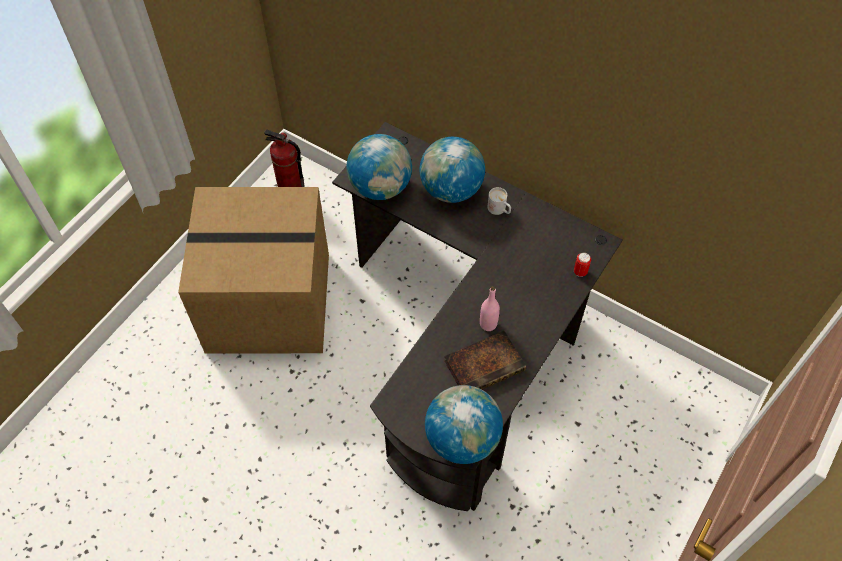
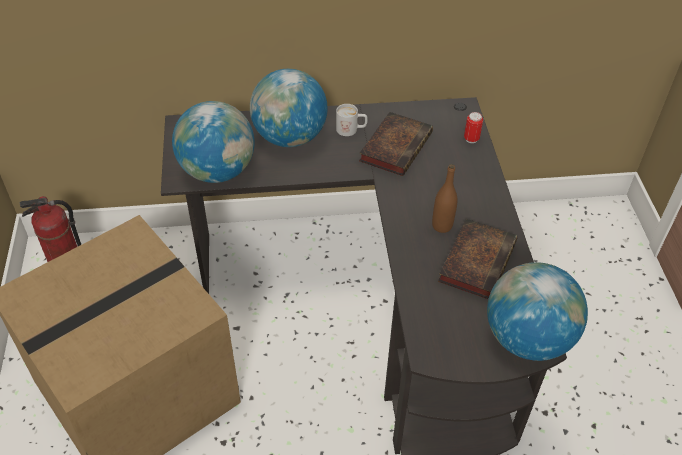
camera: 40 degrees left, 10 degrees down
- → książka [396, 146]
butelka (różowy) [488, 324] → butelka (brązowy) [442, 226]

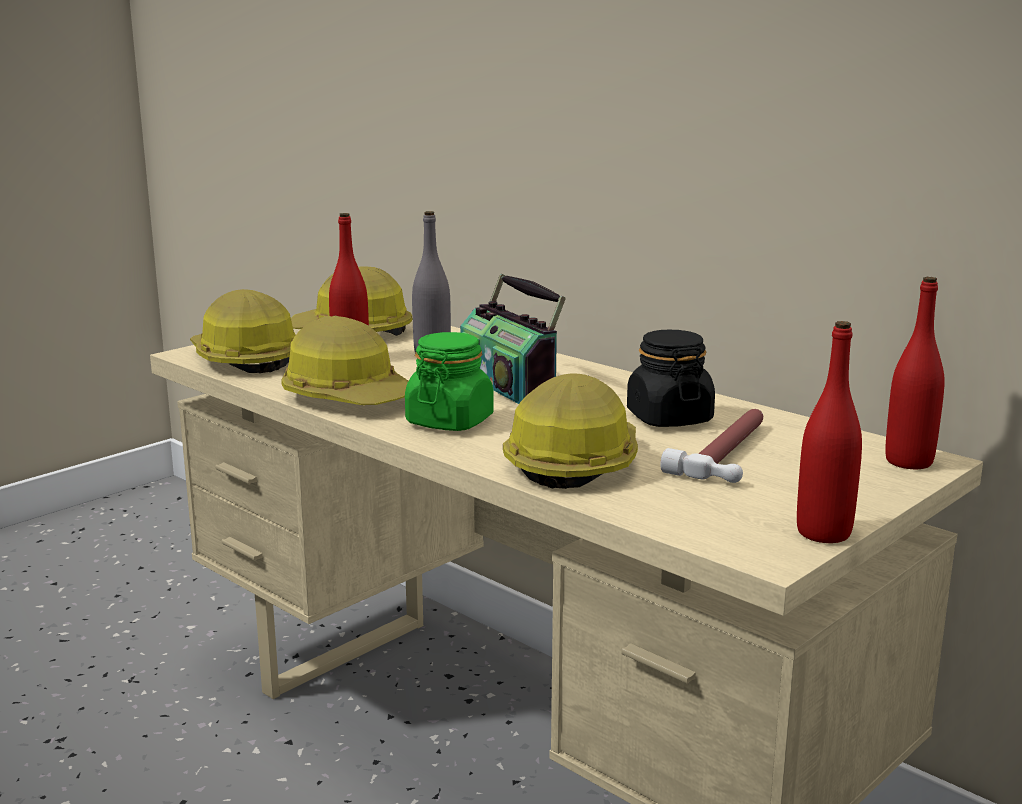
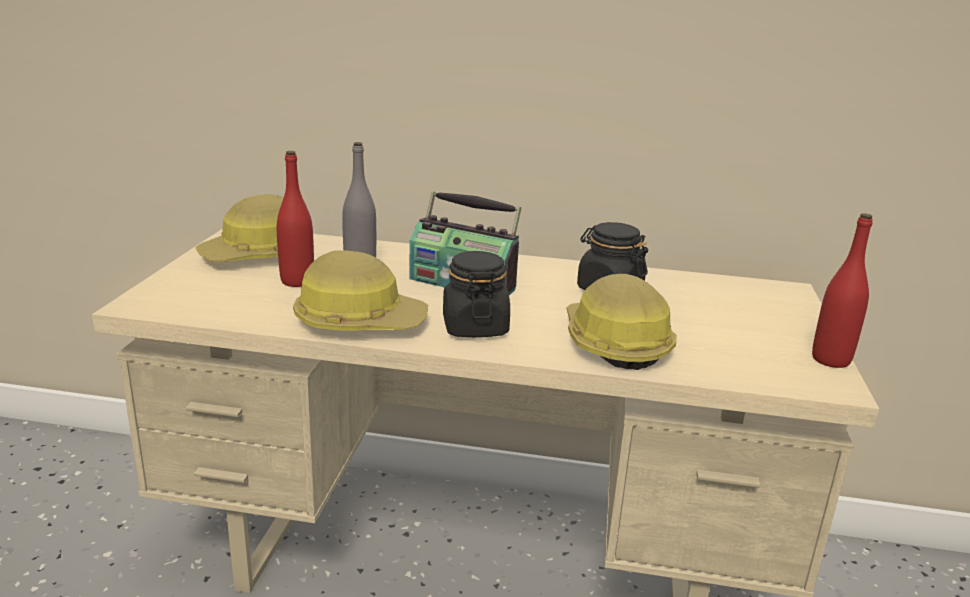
camera: 35 degrees left, 5 degrees up
słoik (zielony) [450, 421] → słoik (czarny) [474, 327]
kask [244, 359] → -
młotek [730, 452] → -
butelka (czerwony) [909, 462] → -

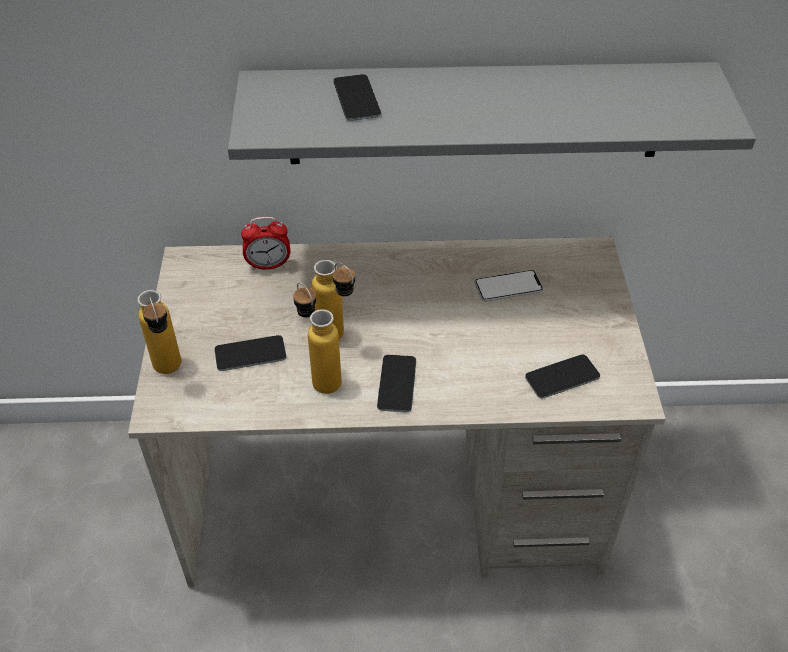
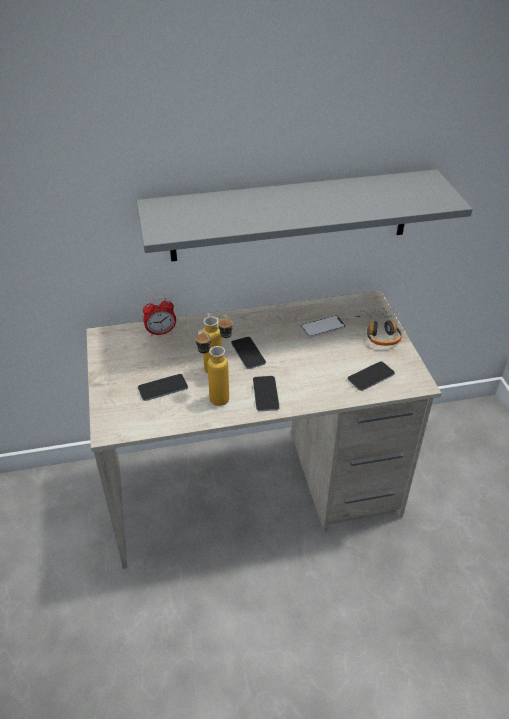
camera: 10 degrees left, 5 degrees down
telefon [356, 98] → telefon [248, 353], moved
- → słuchawki [380, 331]
butelka [170, 373] → -

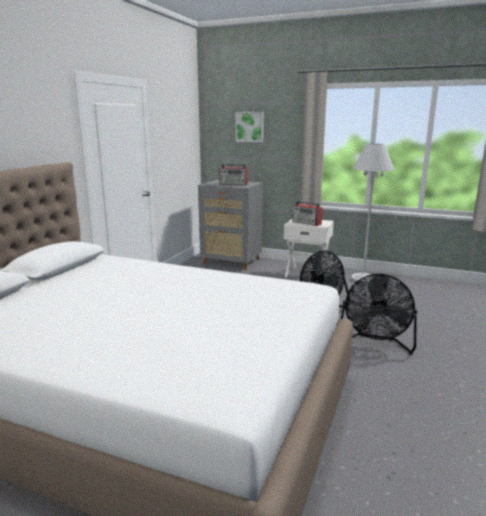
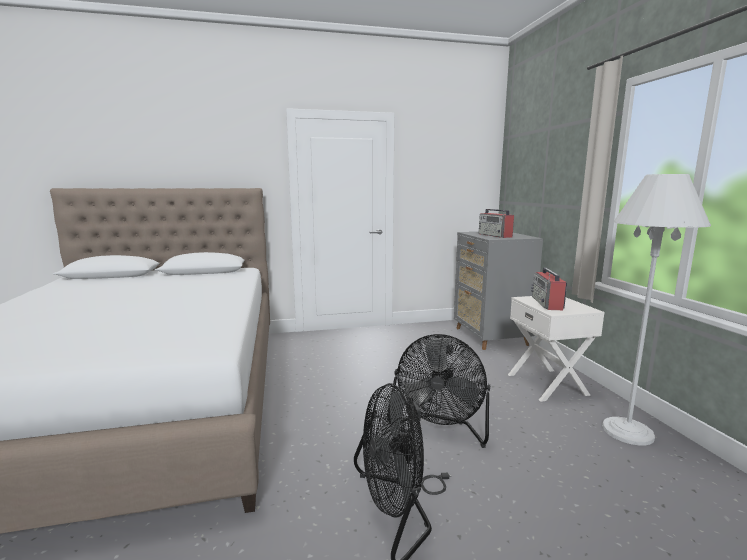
camera: 55 degrees right, 5 degrees down
obraz [250, 126] → -

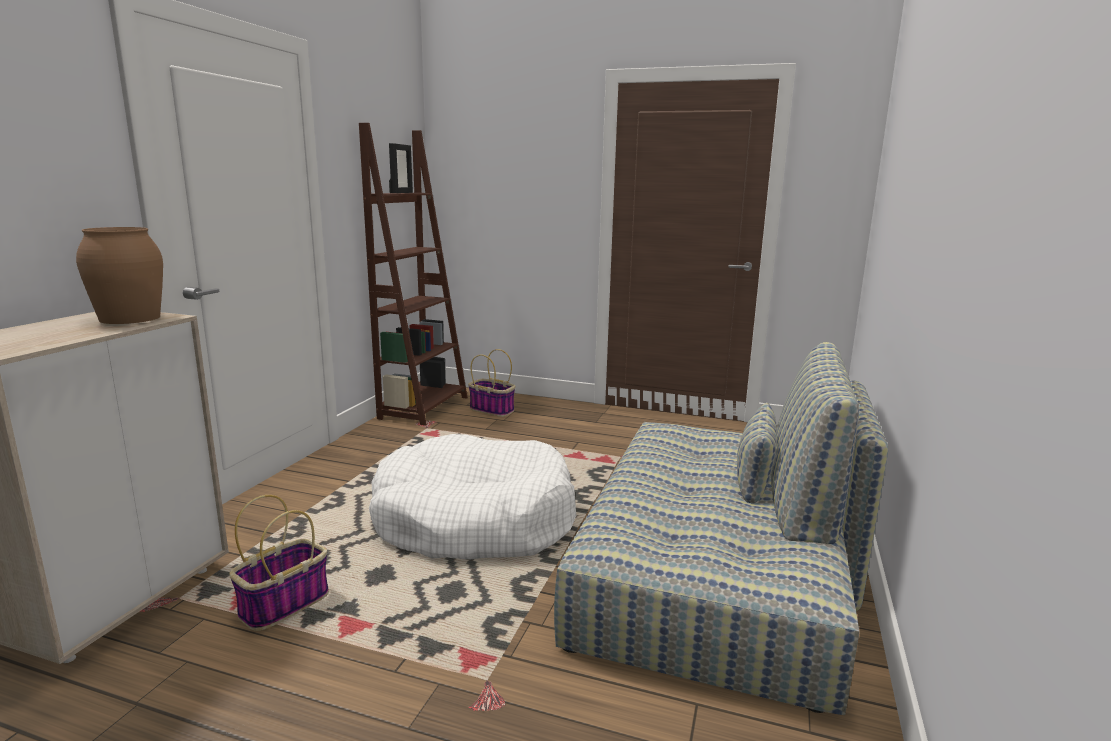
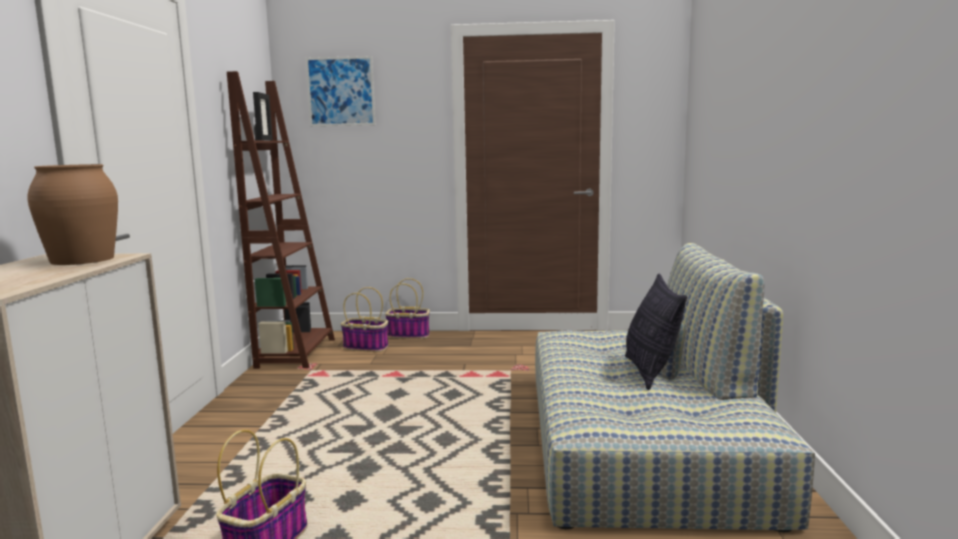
camera: 15 degrees left, 5 degrees down
- → obraz [341, 91]
- → koszyk [409, 335]
- → poduszka [650, 372]
legowisko (biały) [474, 520] → -

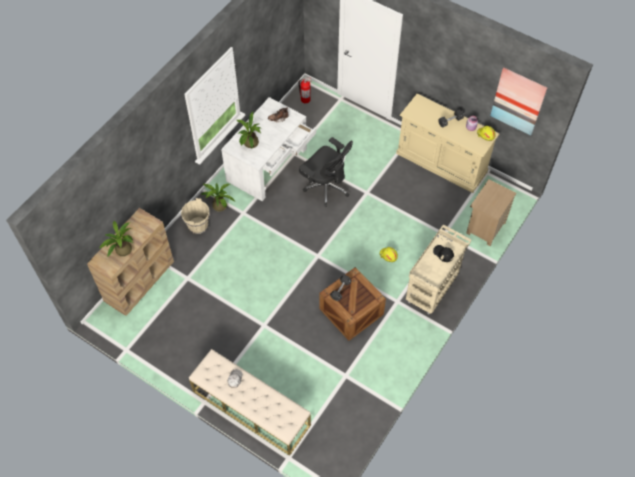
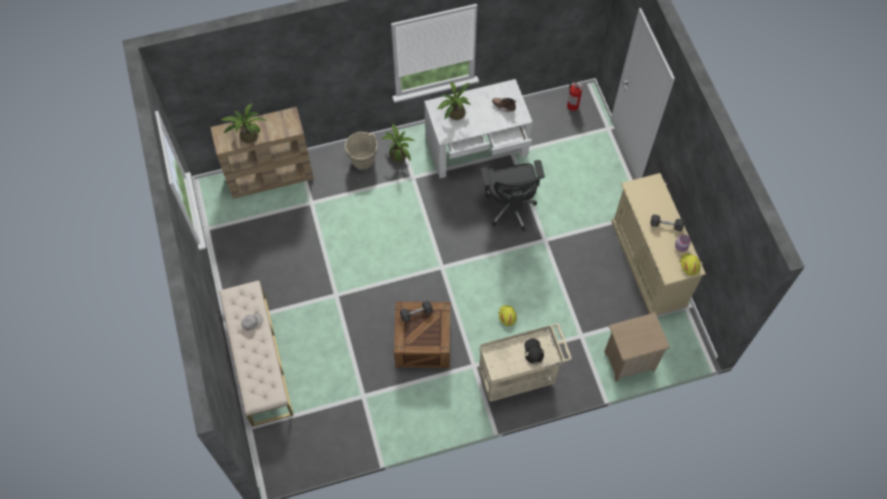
camera: 40 degrees right, 5 degrees up
obraz [518, 101] → -

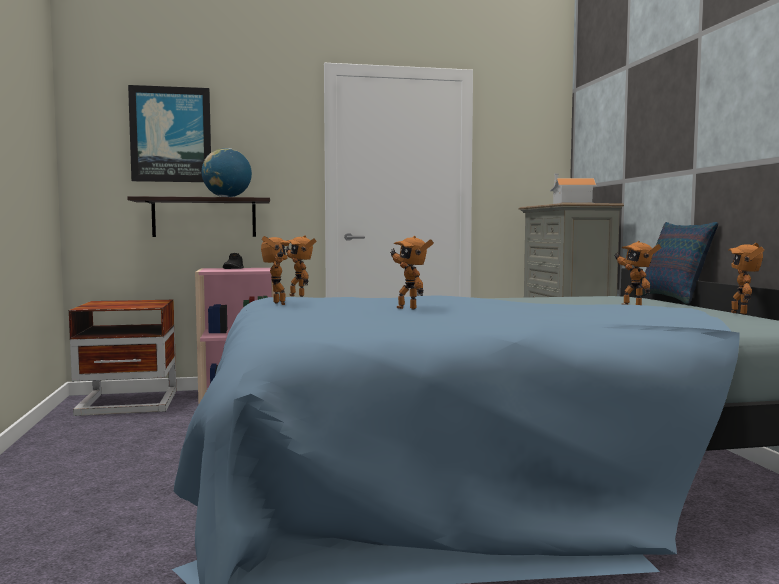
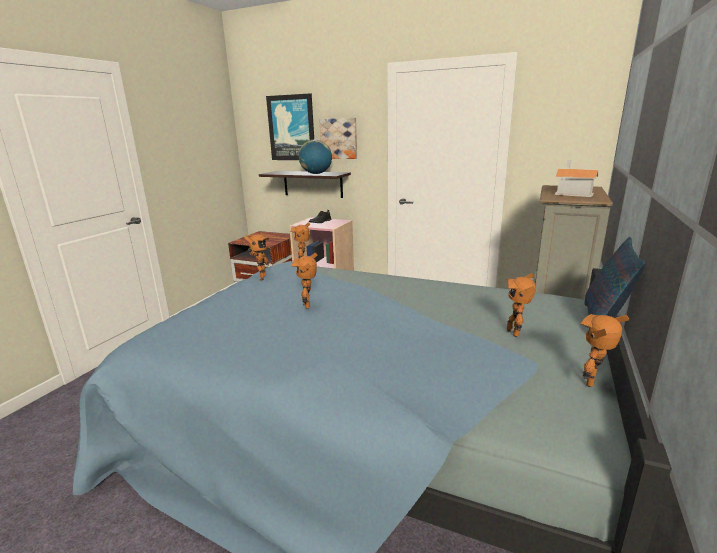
camera: 35 degrees right, 15 degrees up
- → obraz [339, 138]

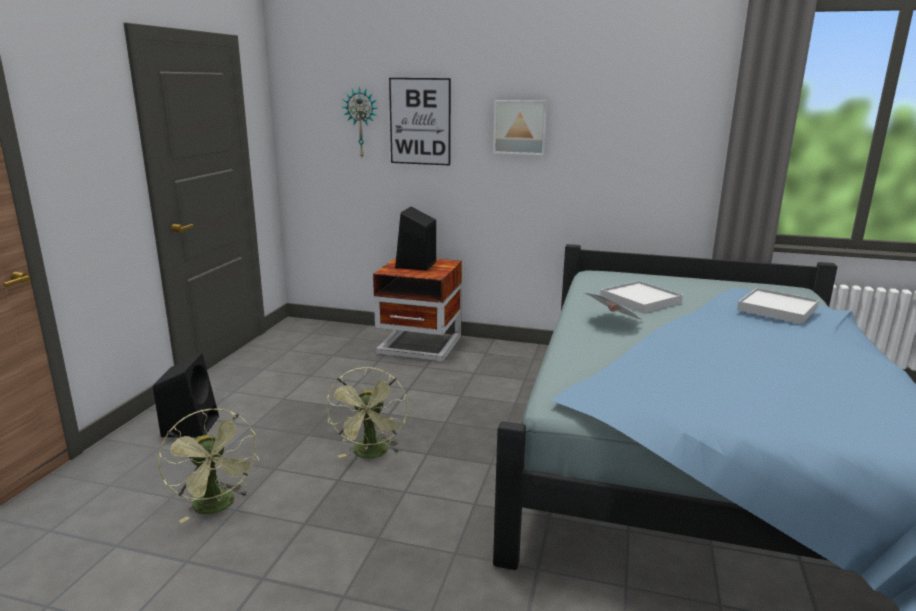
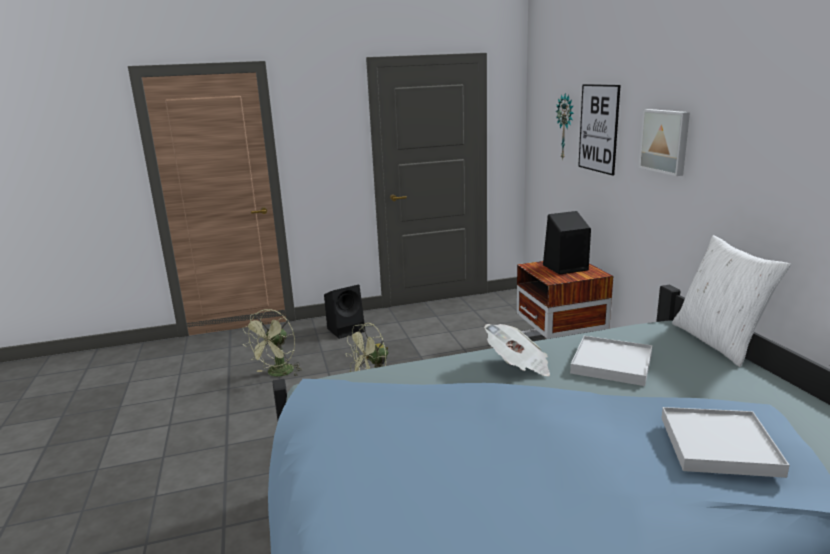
camera: 60 degrees right, 0 degrees up
- → poduszka (biały) [718, 341]

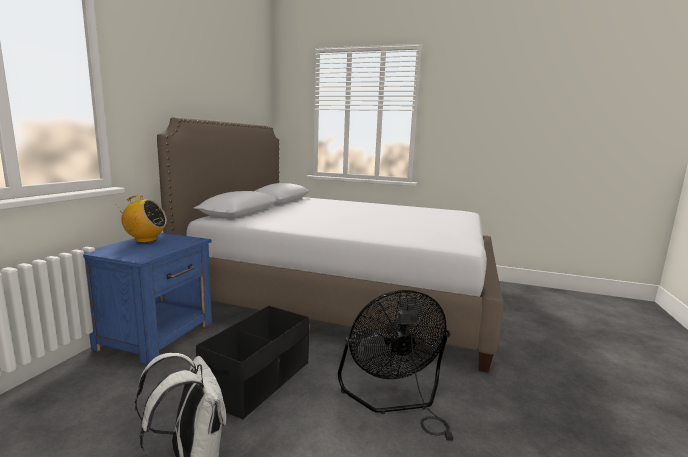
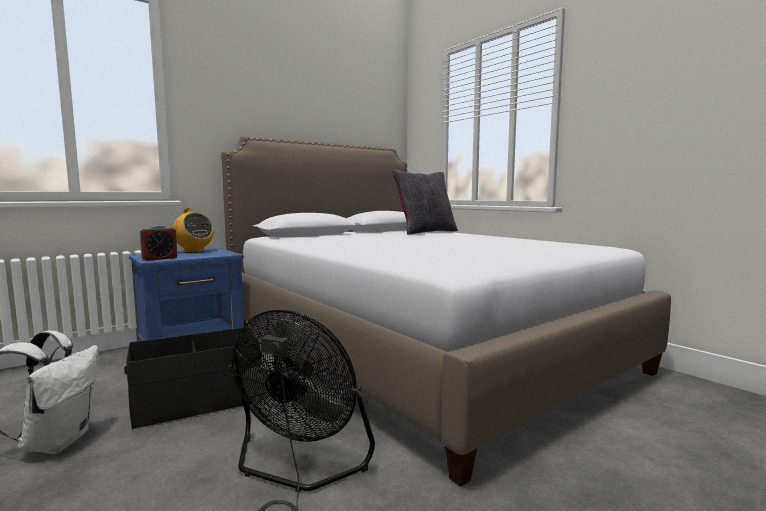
camera: 35 degrees right, 5 degrees down
- → budzik [159, 258]
- → poduszka (czarny) [426, 232]

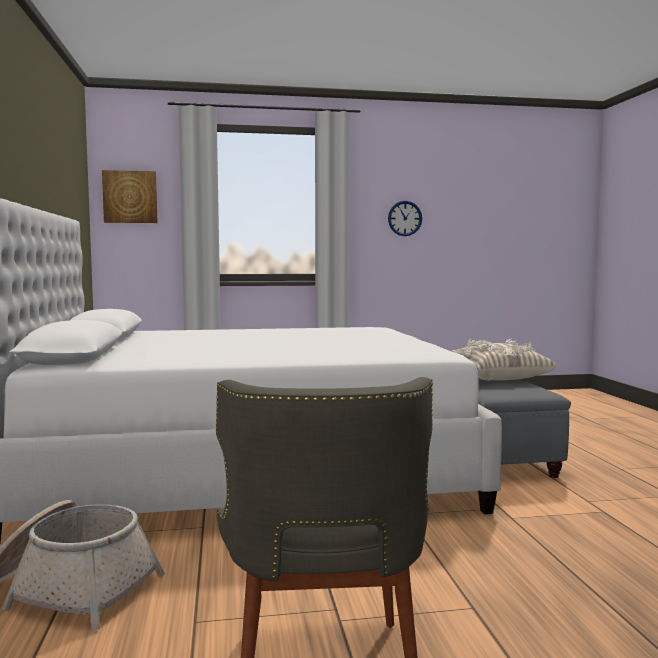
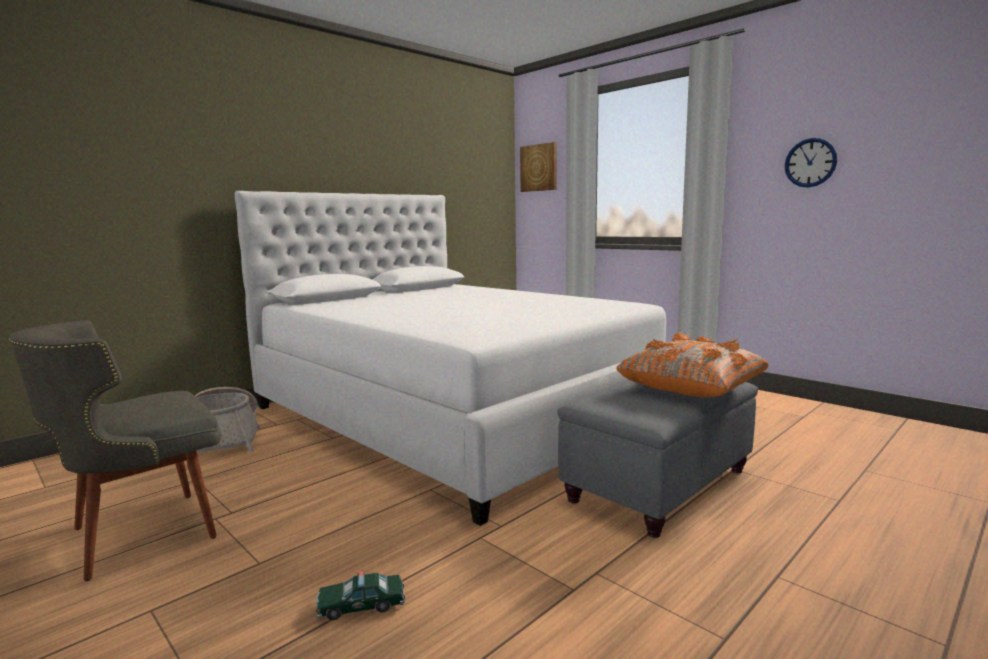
camera: 55 degrees right, 5 degrees up
- → samochodzik [361, 605]
poduszka (beżowy) [497, 378] → poduszka (pomarańczowy) [691, 389]

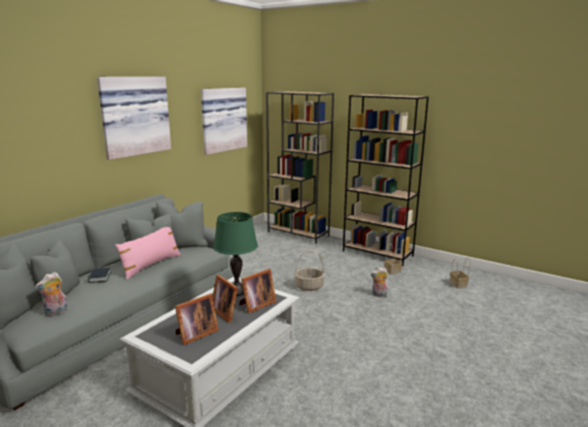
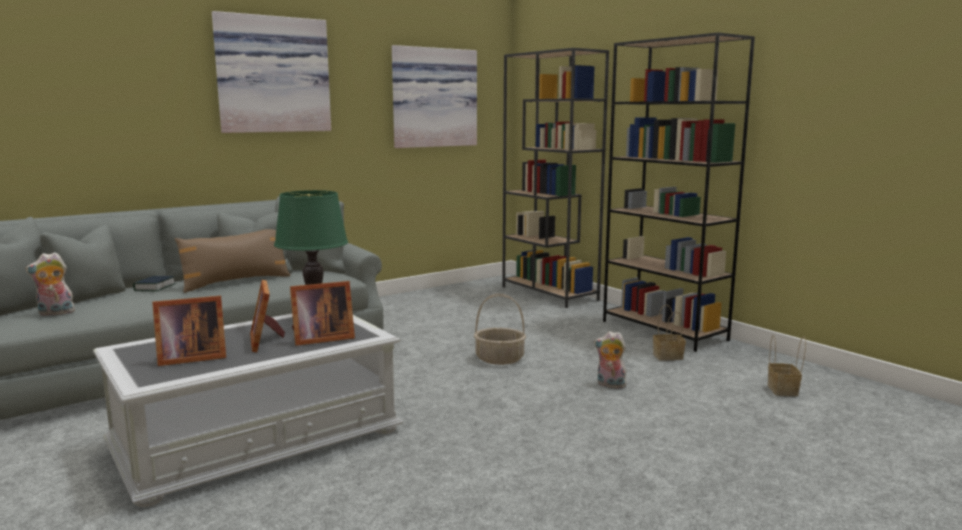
camera: 20 degrees right, 5 degrees down
poduszka (różowy) [151, 265] → poduszka (brązowy) [236, 282]

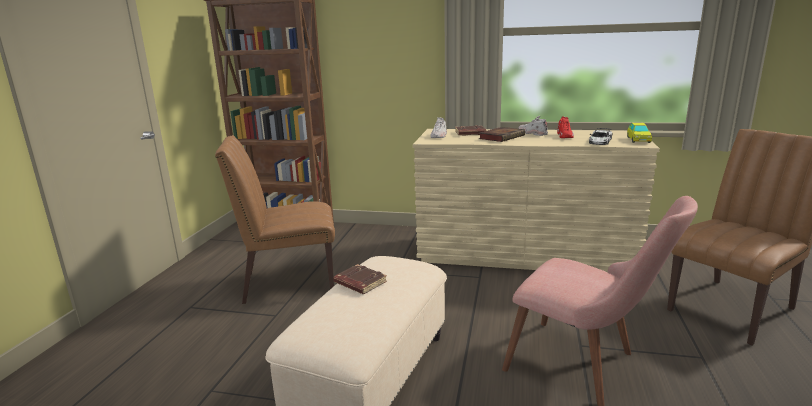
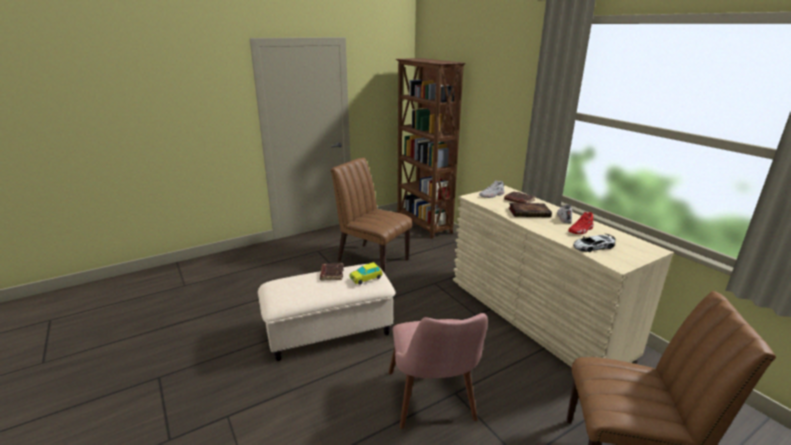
camera: 45 degrees right, 5 degrees up
samochodzik [638, 140] → samochodzik [366, 278], moved

